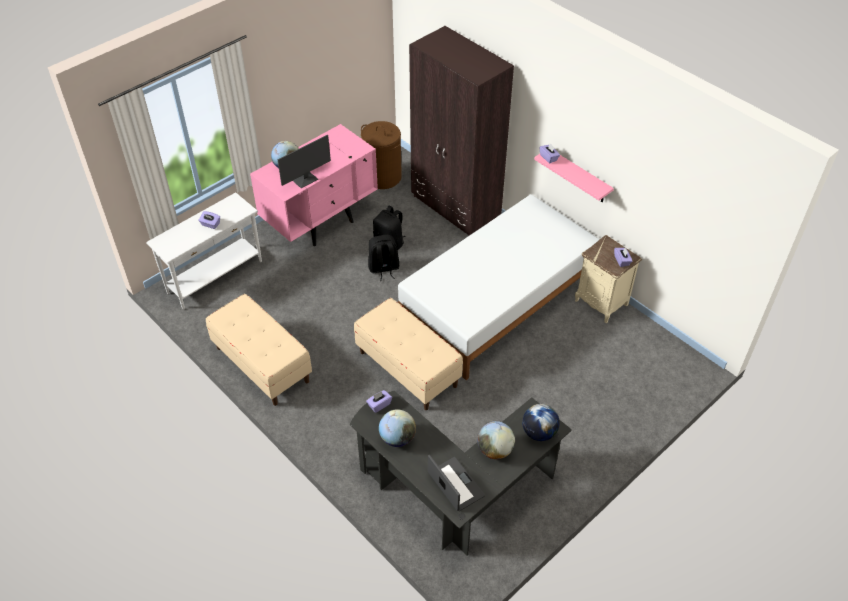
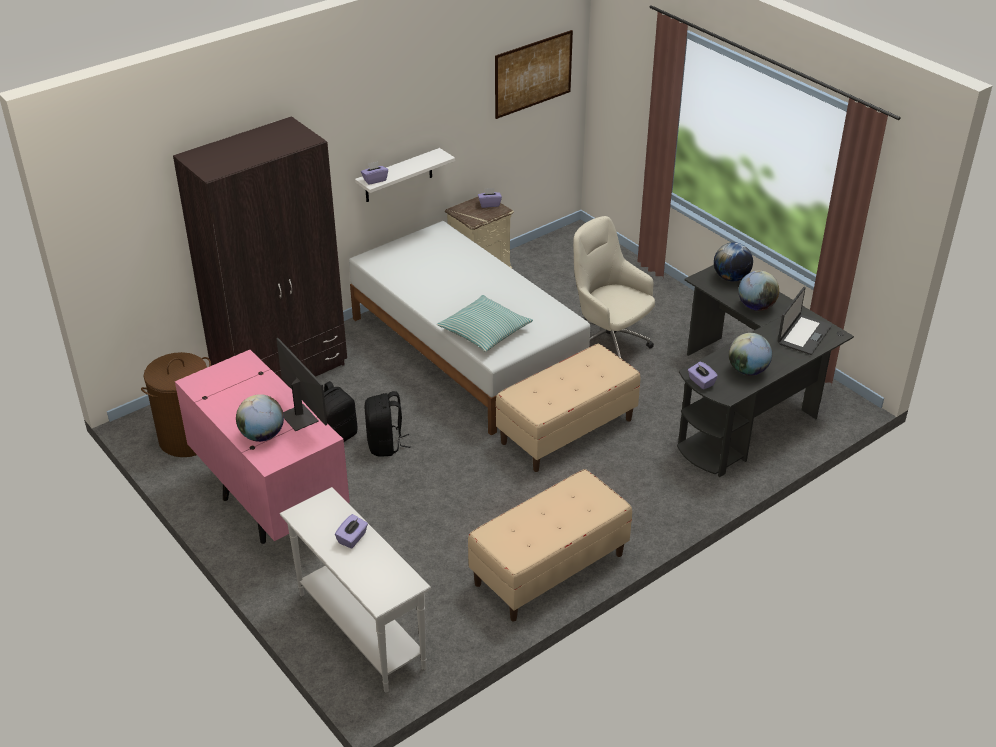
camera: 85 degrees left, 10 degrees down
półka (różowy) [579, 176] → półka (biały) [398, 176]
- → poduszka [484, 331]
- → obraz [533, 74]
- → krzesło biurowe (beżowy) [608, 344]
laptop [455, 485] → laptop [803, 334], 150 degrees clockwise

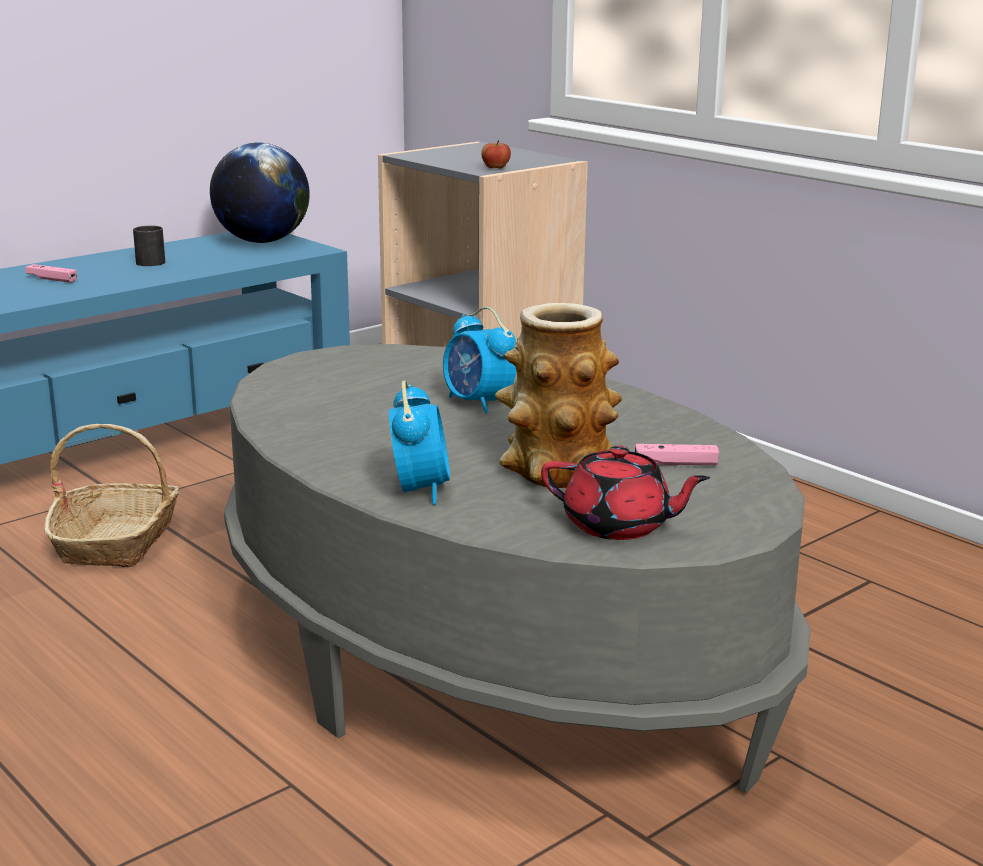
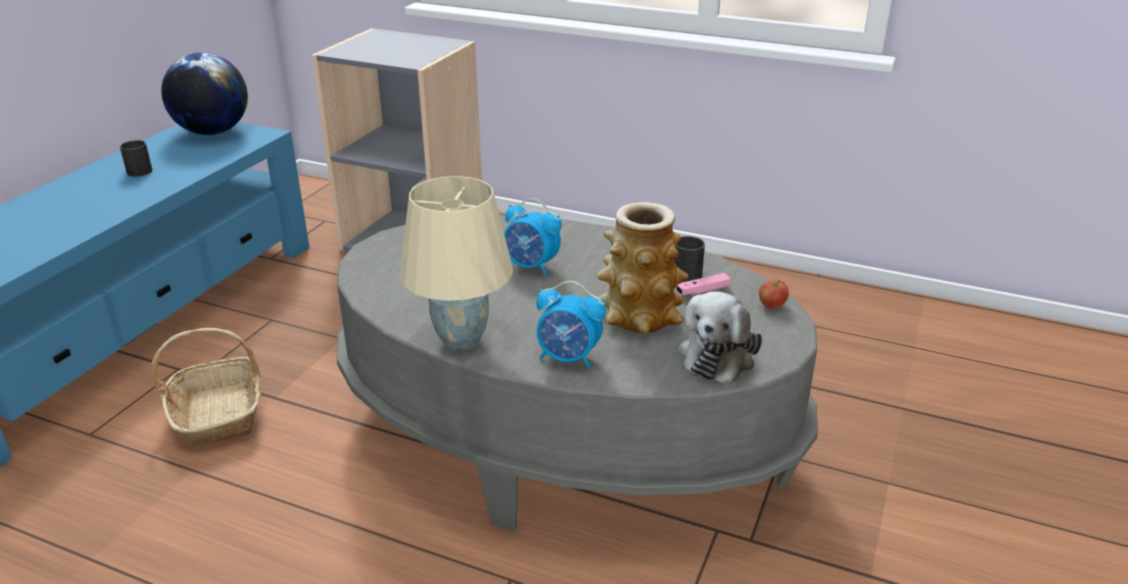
camera: 25 degrees left, 10 degrees up
- → lampa stołowa (beżowy) [462, 340]
budzik [420, 490] → budzik [569, 358], 135 degrees clockwise
- → kubek (czarny) [687, 271]
imbryk (czerwony) [618, 526] → pluszak [718, 355]
jabłko [495, 168] → jabłko [772, 305], moved
pad do gier (różowy) [51, 279] → -

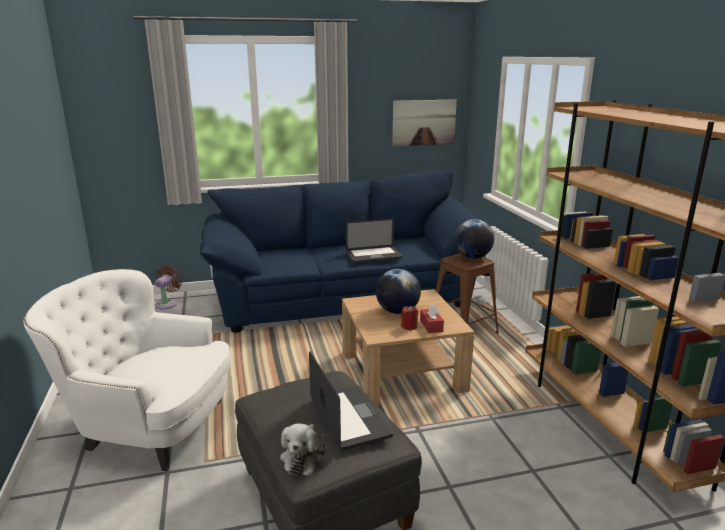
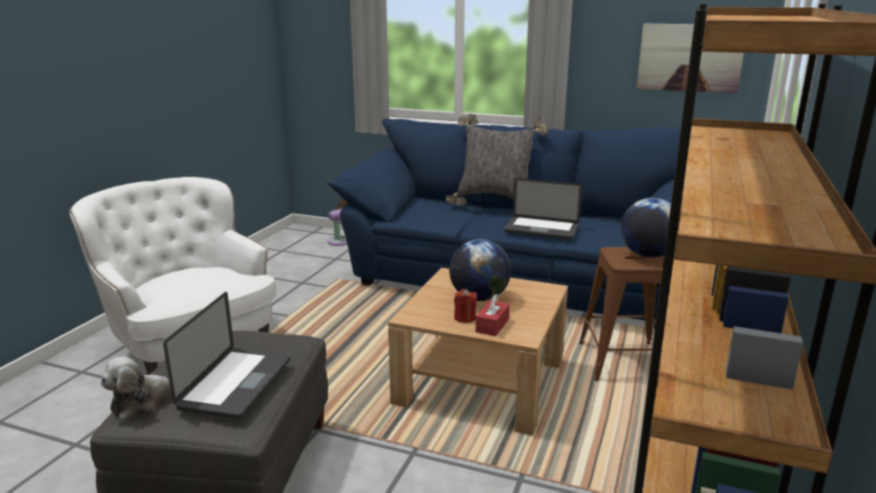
camera: 35 degrees right, 0 degrees up
- → poduszka [495, 208]

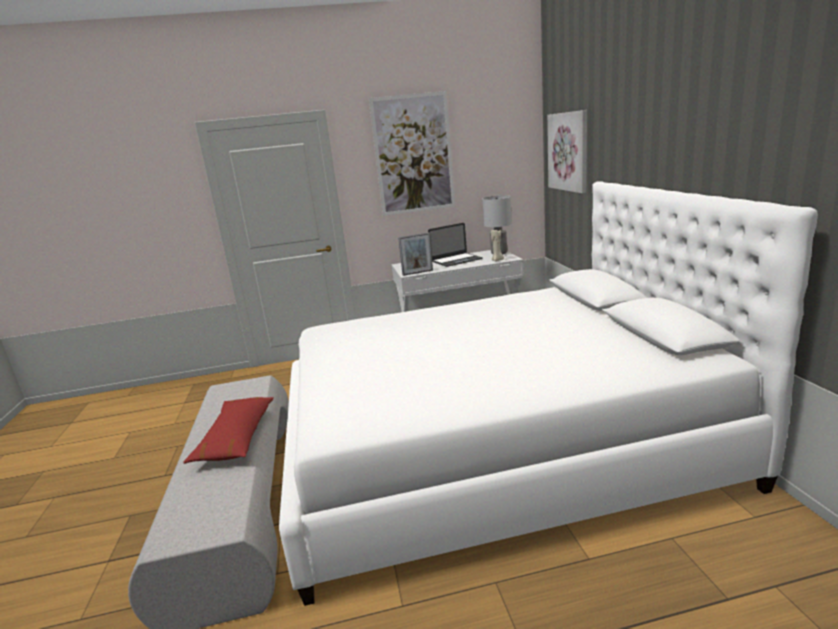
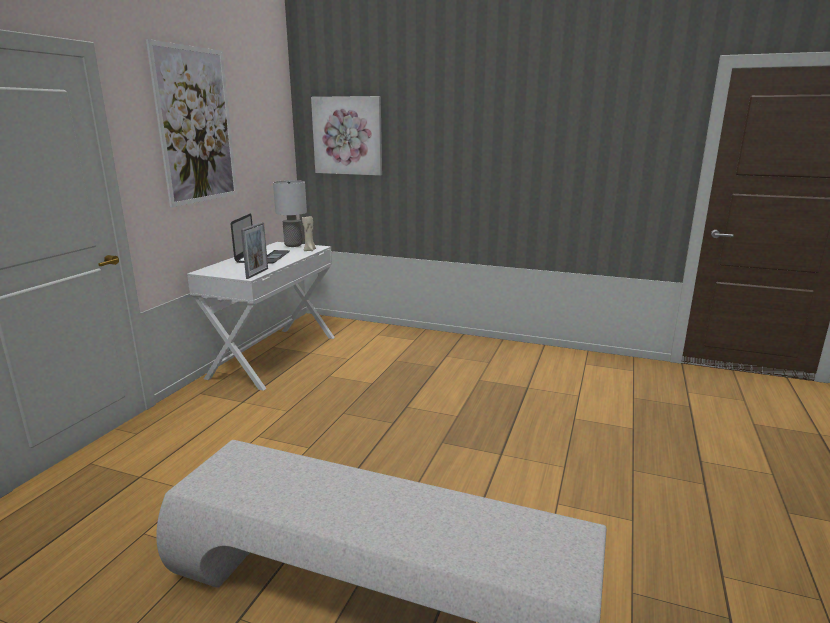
camera: 60 degrees left, 0 degrees up
poduszka (czerwony) [236, 438] → -
łóżko (biały) [497, 449] → -

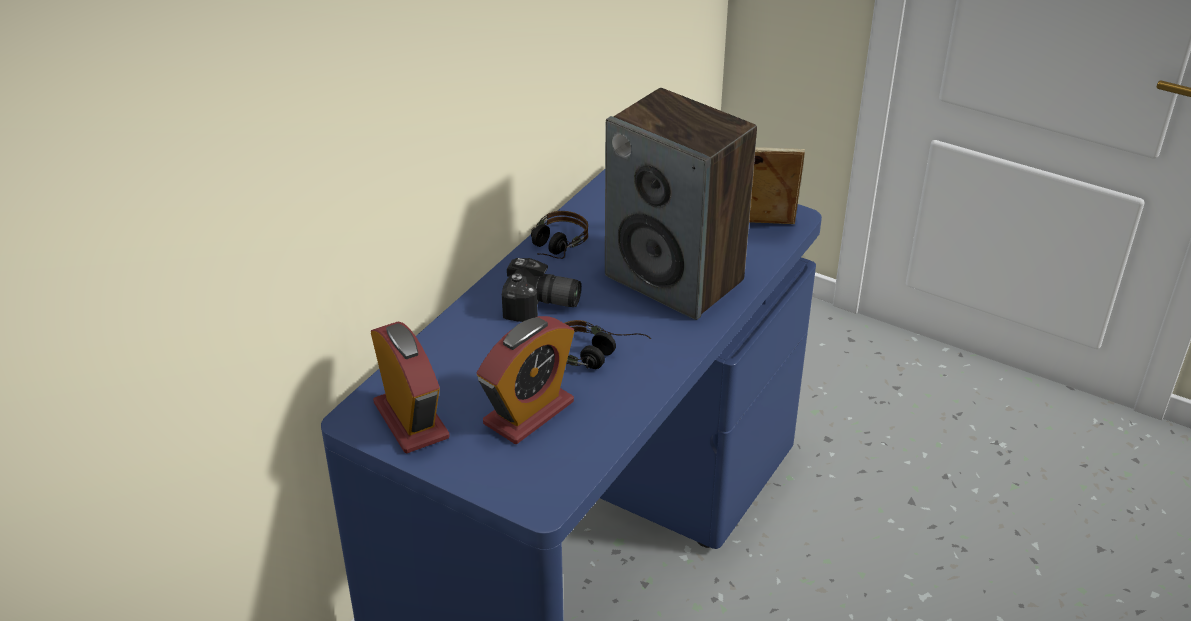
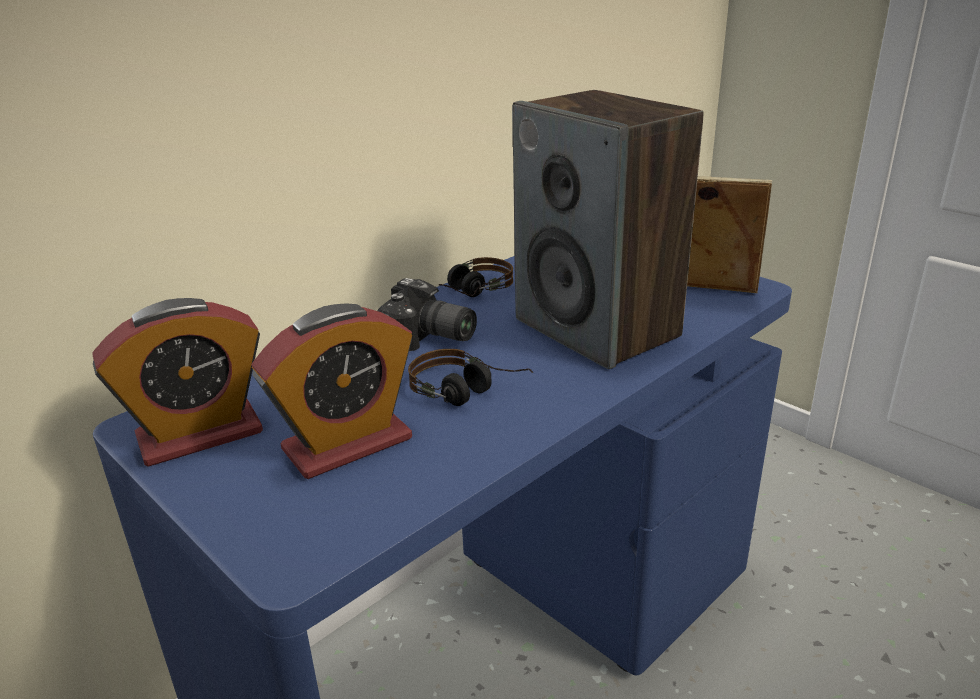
camera: 15 degrees right, 10 degrees down
budzik [411, 421] → budzik [200, 435], 75 degrees clockwise

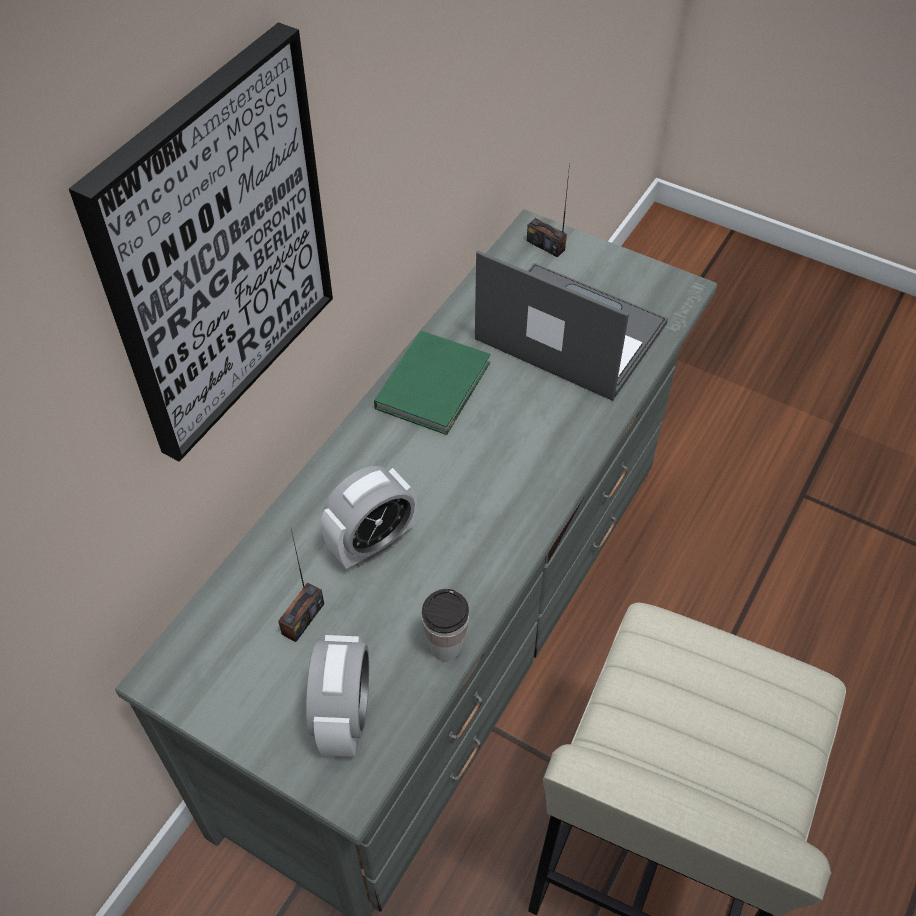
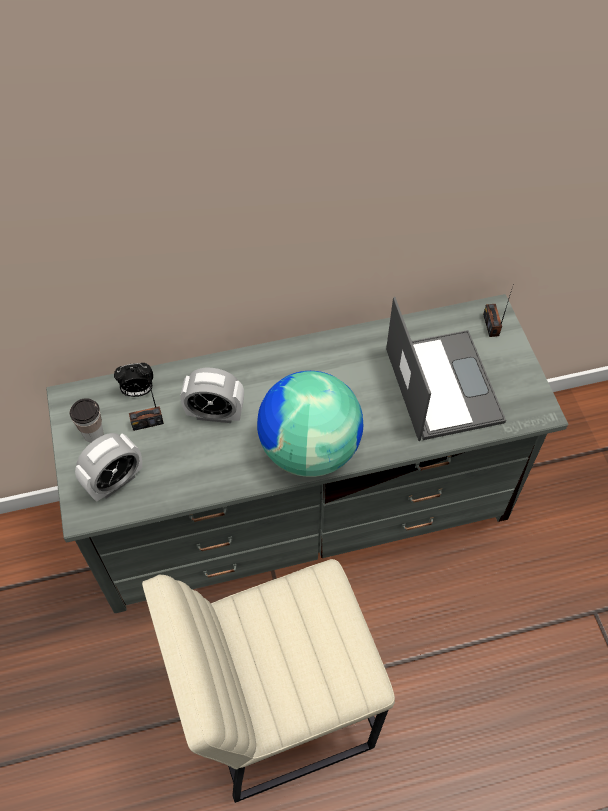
camera: 45 degrees right, 5 degrees up
filiżanka [445, 646] → filiżanka [93, 434], moved
- → budzik [138, 391]
- → globus [309, 449]
obraz [216, 250] → -
książka (zielony) [436, 384] → -

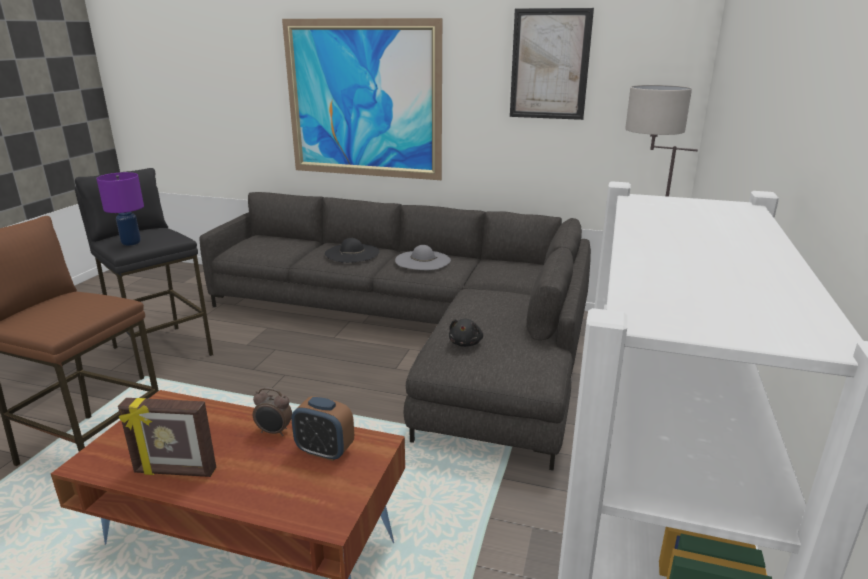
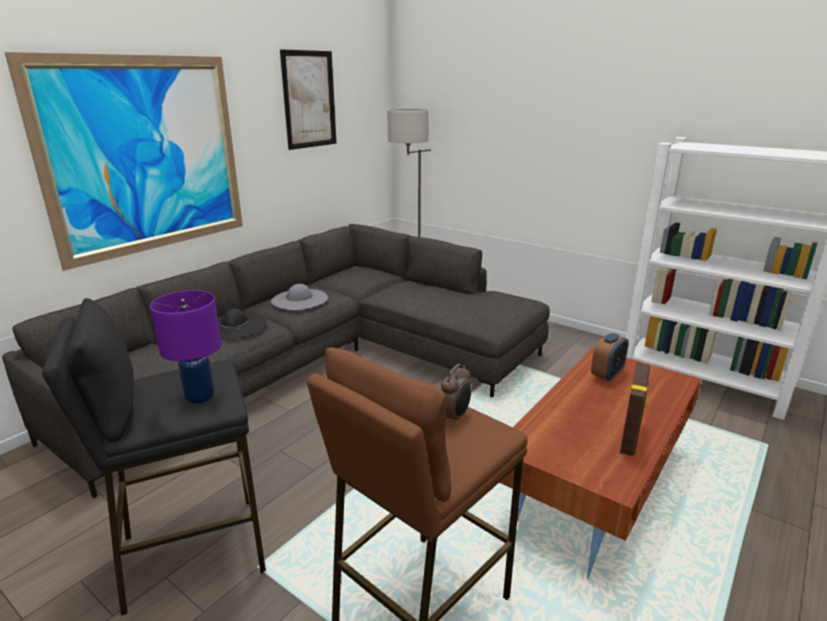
camera: 70 degrees left, 0 degrees up
budzik [274, 432] → budzik [455, 417], moved
pluszak (czarny) [466, 343] → -

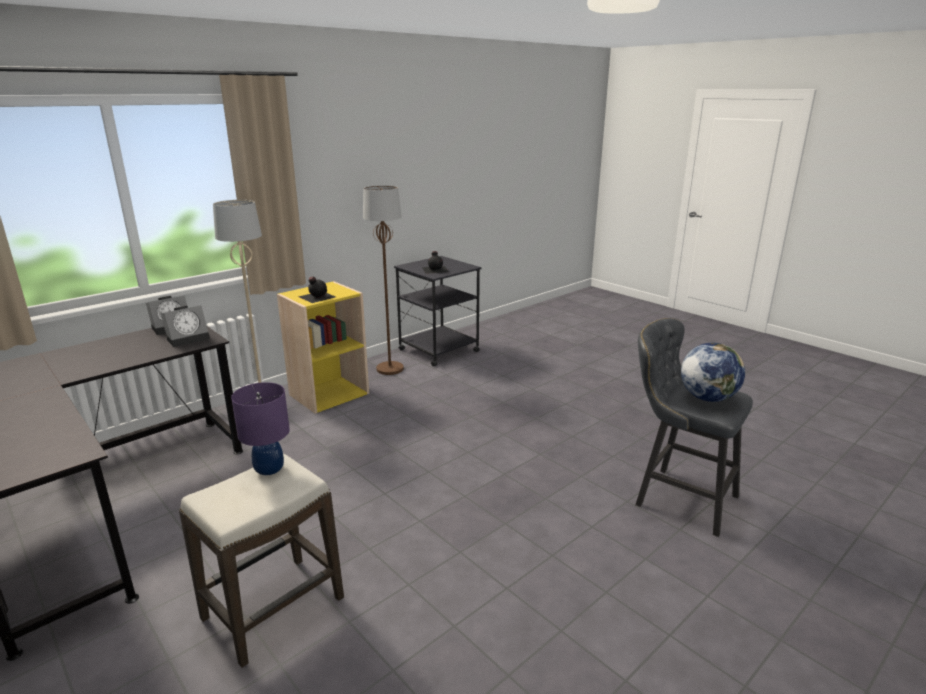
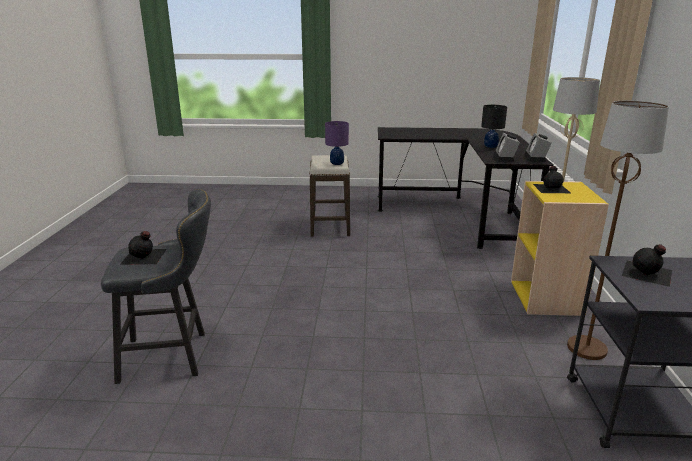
camera: 135 degrees right, 0 degrees up
globus [707, 398] → butelka (czarny) [144, 256]
- → lampa stołowa (czarny) [490, 147]

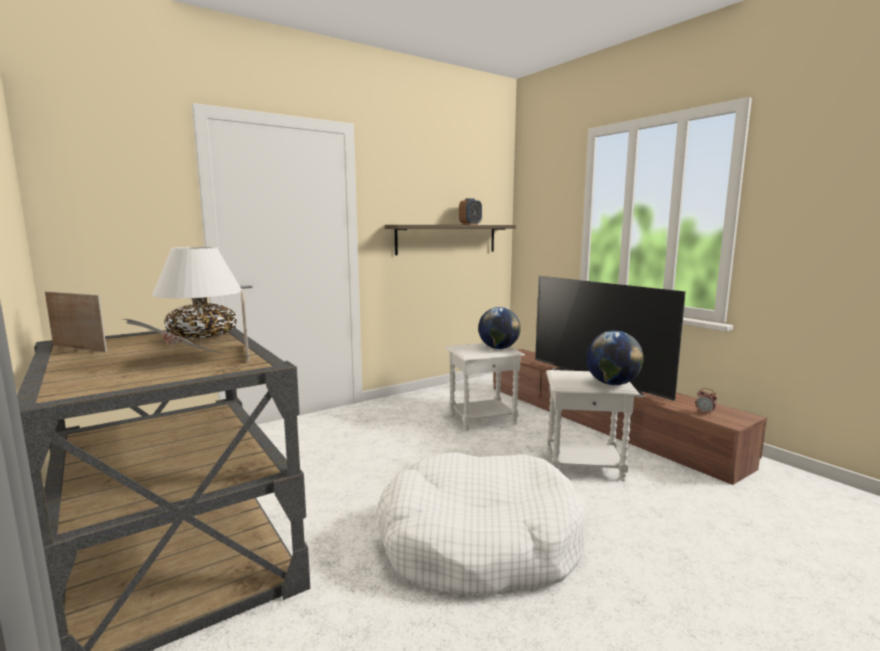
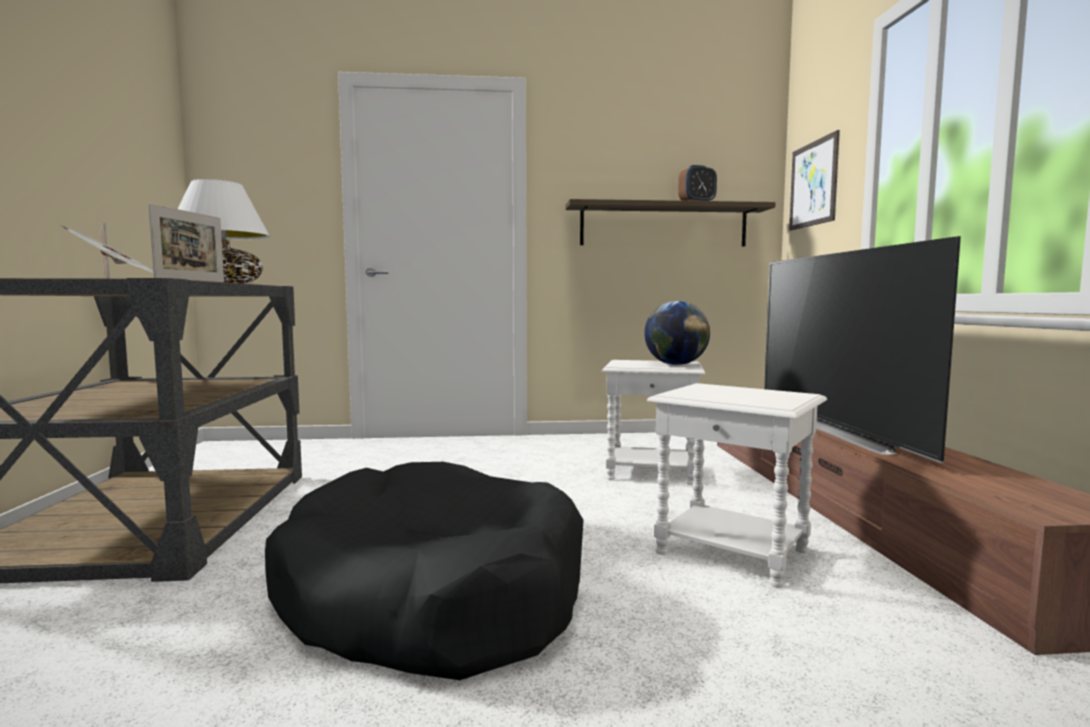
camera: 30 degrees right, 5 degrees down
legowisko (biały) [480, 542] → legowisko (czarny) [429, 596]
- → obraz [813, 184]
globus [612, 383] → -
budzik [705, 412] → -

